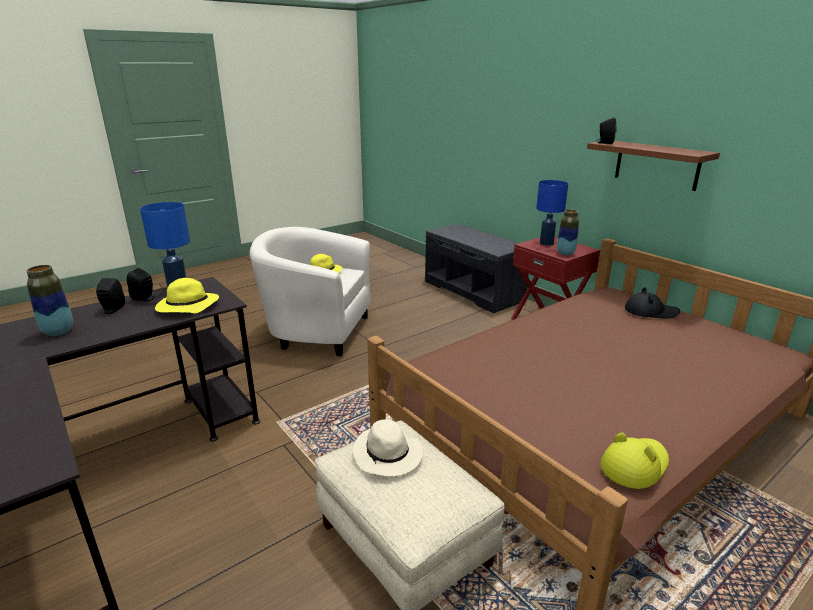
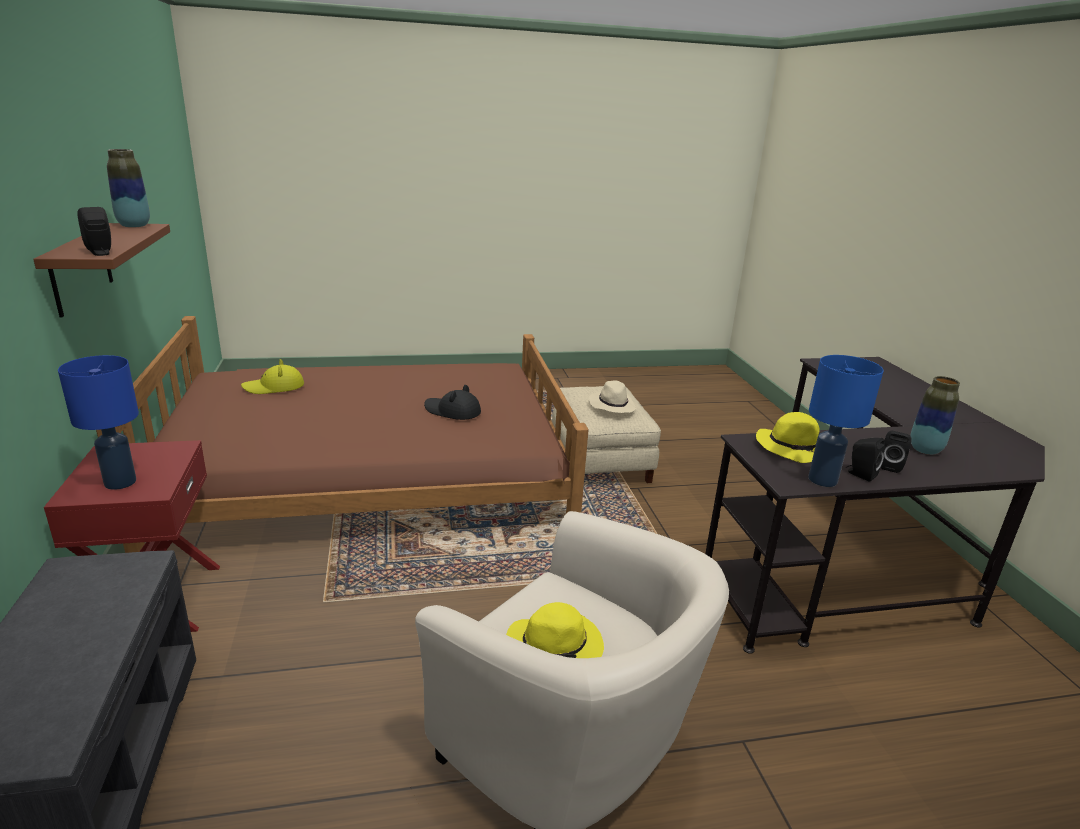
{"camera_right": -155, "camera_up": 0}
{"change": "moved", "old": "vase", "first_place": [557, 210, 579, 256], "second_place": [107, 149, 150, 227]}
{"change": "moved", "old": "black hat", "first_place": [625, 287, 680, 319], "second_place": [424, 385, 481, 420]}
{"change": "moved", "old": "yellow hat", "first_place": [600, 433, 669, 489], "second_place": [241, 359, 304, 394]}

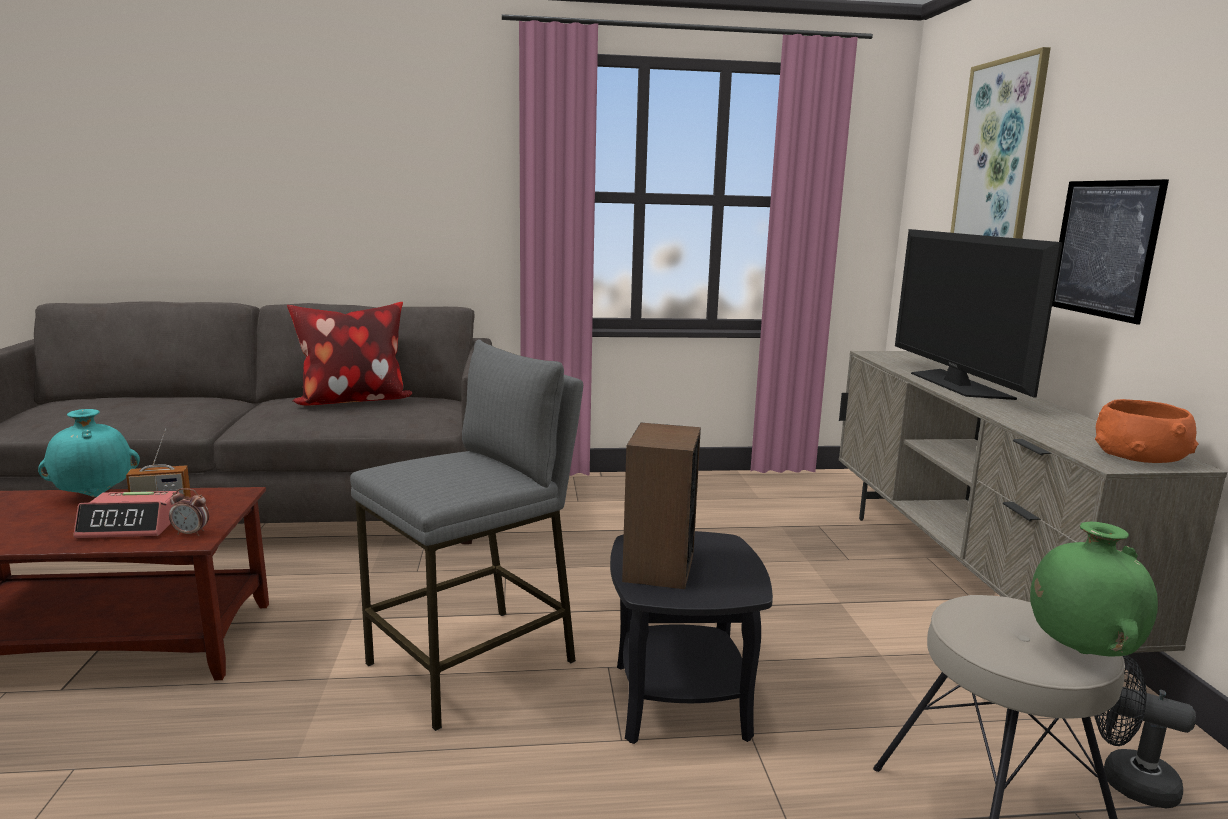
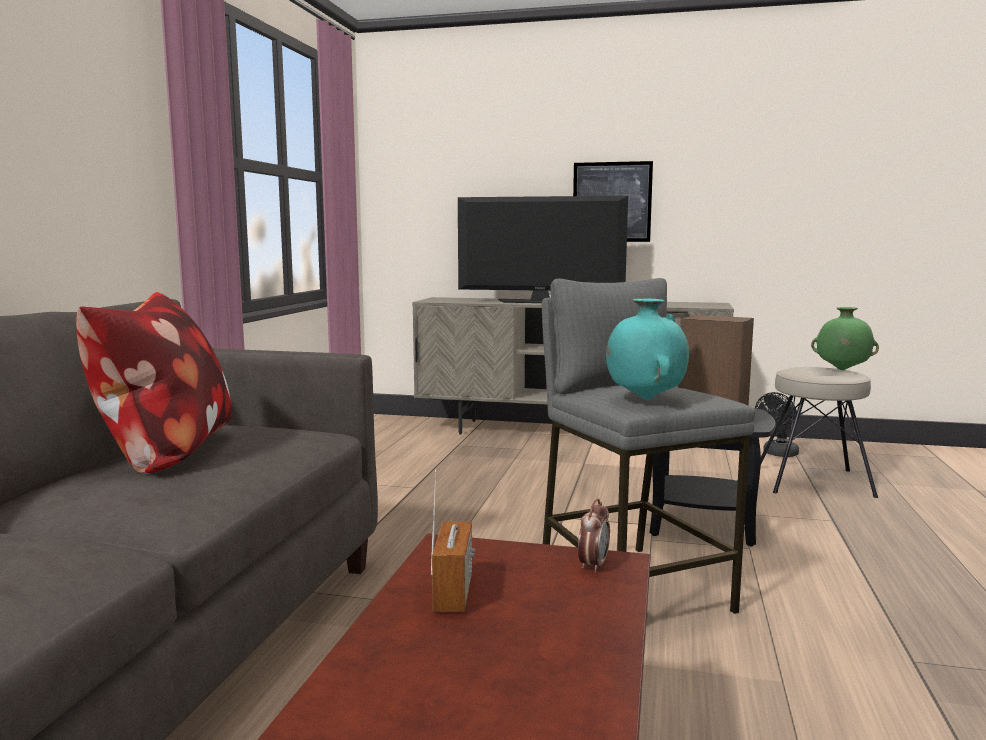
{"camera_right": -70, "camera_up": -5}
{"change": "removed", "old": "picture", "first_place": [950, 47, 1051, 239]}
{"change": "removed", "old": "orange bowl", "first_place": [1095, 399, 1199, 463]}
{"change": "moved", "old": "turquoise vase", "first_place": [38, 409, 140, 497], "second_place": [606, 298, 689, 400]}
{"change": "removed", "old": "alarm clock", "first_place": [74, 491, 179, 538]}

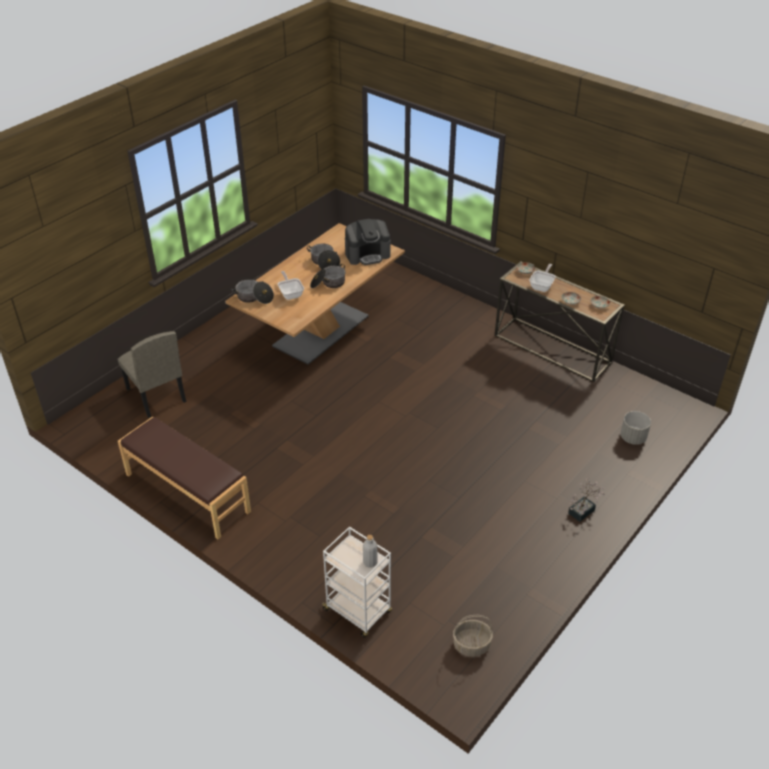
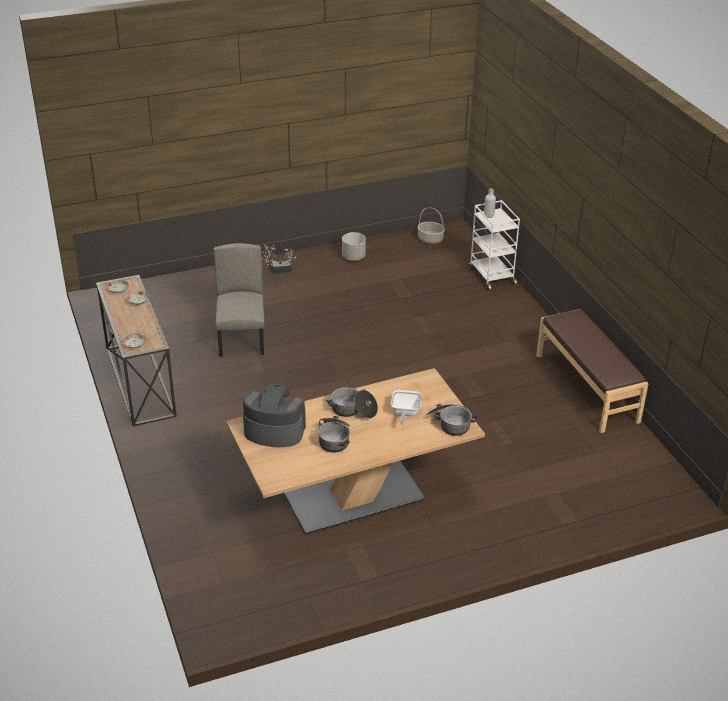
{"camera_right": -150, "camera_up": -5}
{"change": "removed", "old": "frying pan", "first_place": [529, 264, 556, 292]}
{"change": "moved", "old": "beige chair", "first_place": [117, 331, 187, 418], "second_place": [213, 243, 264, 357]}
{"change": "moved", "old": "grey planter", "first_place": [621, 411, 651, 445], "second_place": [342, 232, 366, 261]}

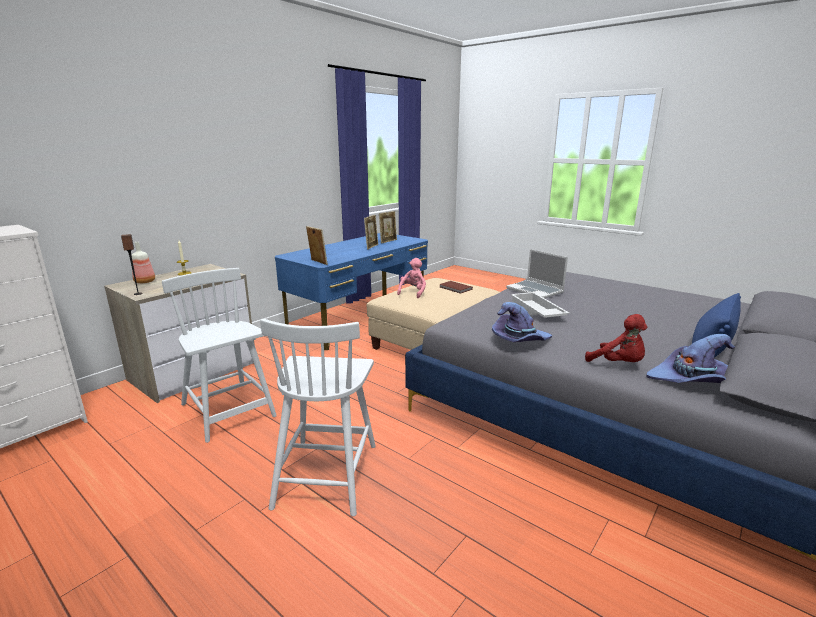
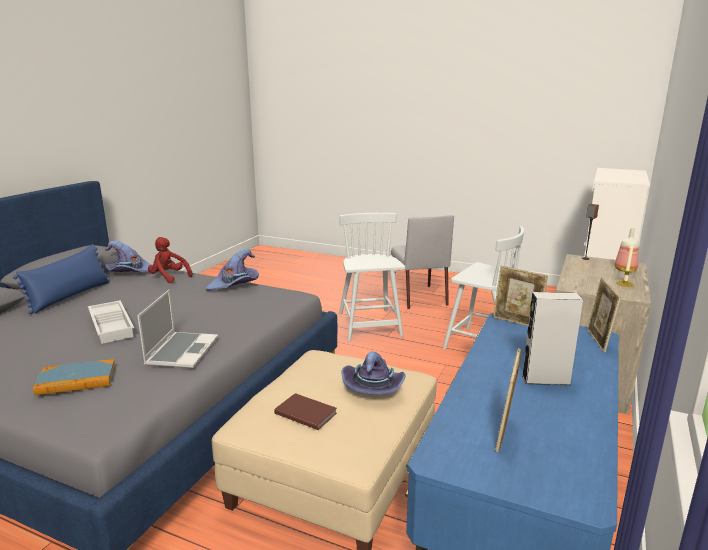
{"camera_right": 165, "camera_up": 0}
{"change": "moved", "old": "picture frame", "first_place": [364, 215, 378, 250], "second_place": [587, 277, 621, 352]}
{"change": "turned", "old": "laptop", "first_place": [506, 249, 568, 298], "second_place": [137, 289, 218, 368], "degrees": 60}
{"change": "replaced", "old": "pink plush toy", "new": "purple hat", "first_place": [397, 258, 426, 298], "second_place": [341, 351, 406, 395]}
{"change": "moved", "old": "white tray", "first_place": [511, 292, 569, 318], "second_place": [88, 301, 134, 344]}
{"change": "added", "new": "grey chair", "second_place": [391, 215, 454, 309]}
{"change": "added", "new": "grey speaker", "second_place": [522, 292, 583, 385]}
{"change": "added", "new": "book", "second_place": [33, 359, 116, 395]}

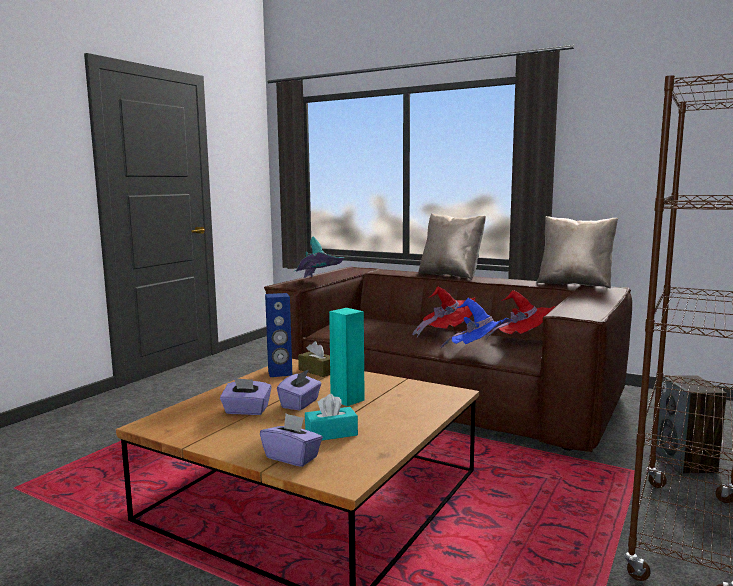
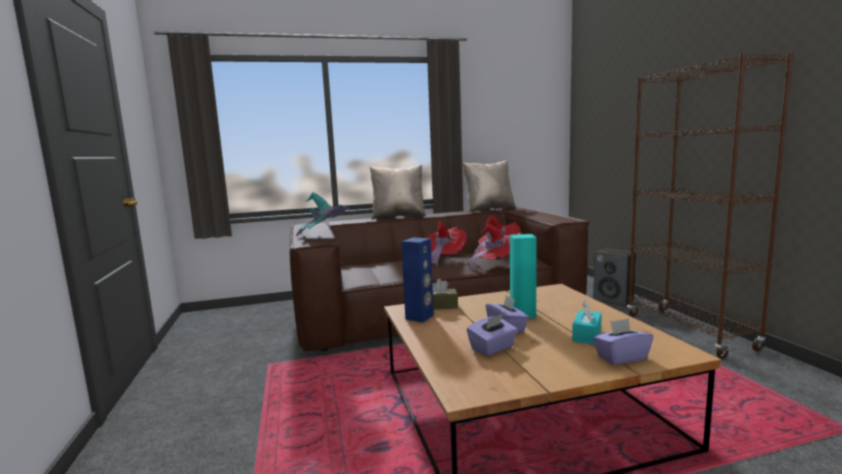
{"camera_right": -45, "camera_up": 0}
{"change": "recoloured", "old": "blue hat", "new": "red hat", "first_place": [440, 298, 513, 348], "second_place": [467, 223, 521, 267]}

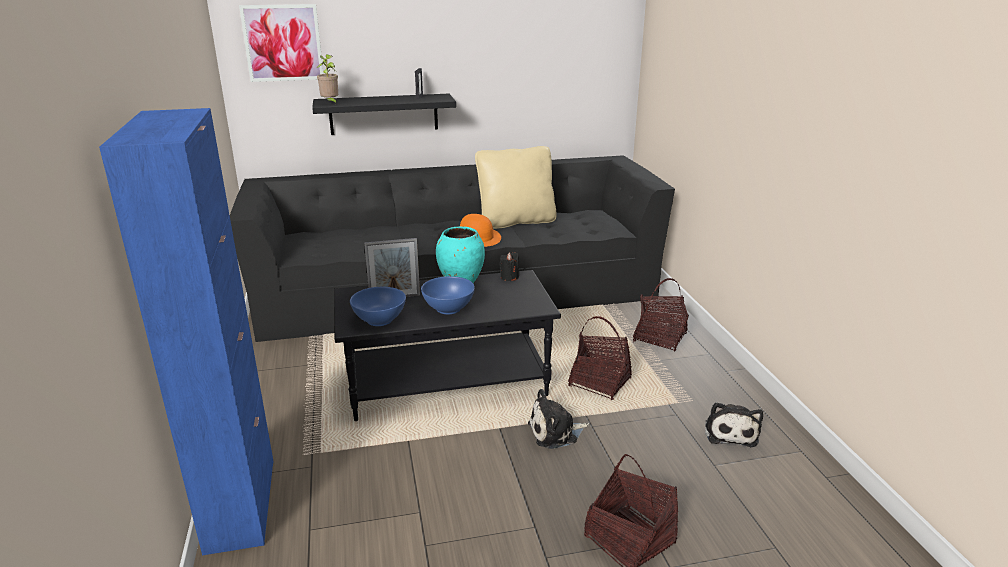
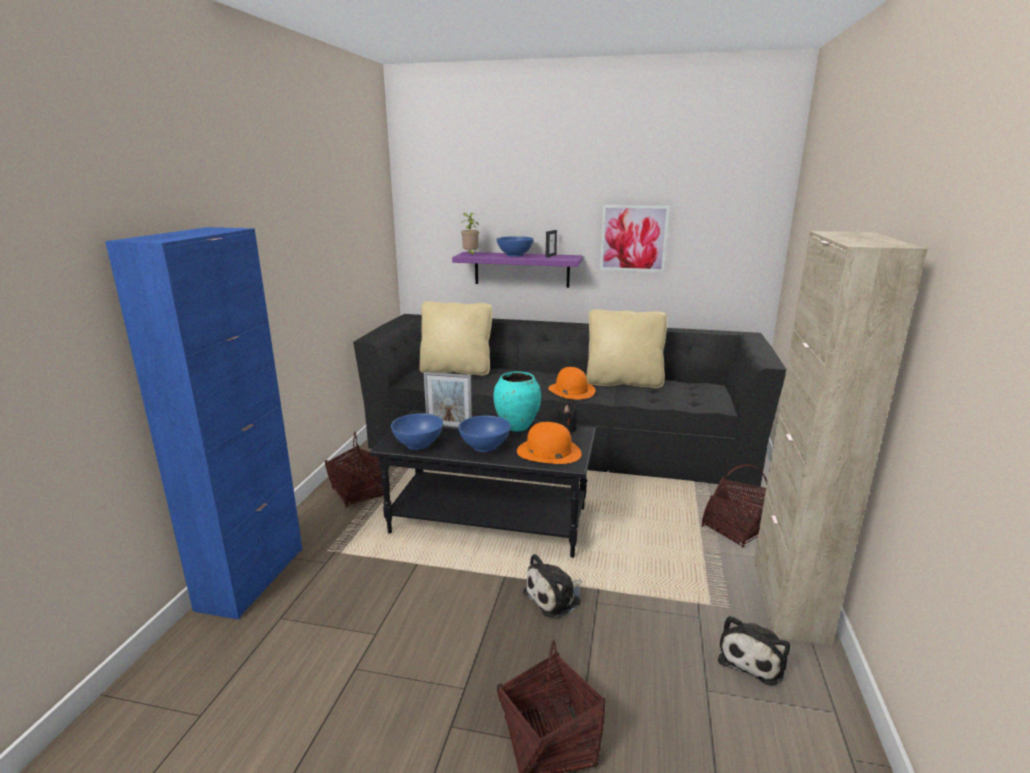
{"camera_right": 25, "camera_up": -5}
{"change": "moved", "old": "picture", "first_place": [239, 4, 324, 82], "second_place": [600, 205, 670, 272]}
{"change": "recoloured", "old": "black shelf", "new": "purple shelf", "first_place": [312, 94, 456, 135], "second_place": [452, 252, 583, 288]}
{"change": "moved", "old": "basket", "first_place": [568, 316, 632, 400], "second_place": [325, 431, 389, 507]}
{"change": "turned", "old": "plush toy", "first_place": [528, 389, 589, 449], "second_place": [523, 554, 582, 618], "degrees": -45}
{"change": "added", "new": "beige cabinet", "second_place": [754, 231, 928, 646]}
{"change": "added", "new": "blue bowl", "second_place": [496, 236, 534, 257]}
{"change": "added", "new": "beige pillow", "second_place": [419, 301, 492, 376]}
{"change": "added", "new": "orange hat", "second_place": [517, 422, 582, 464]}

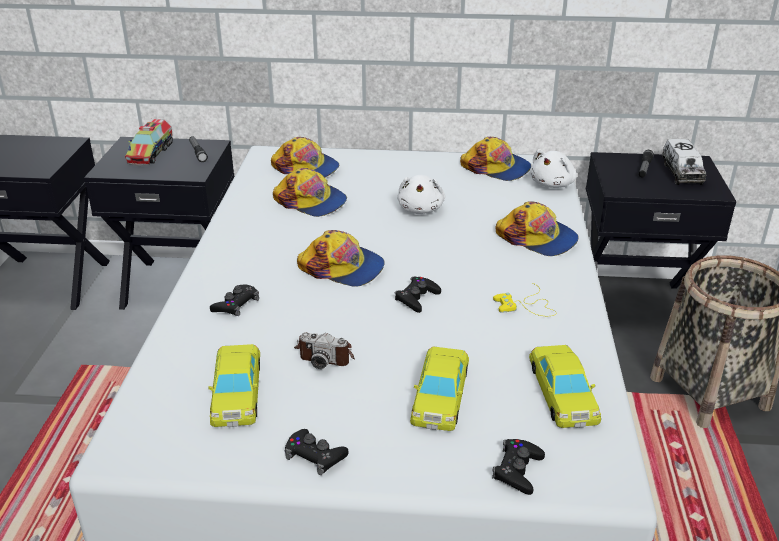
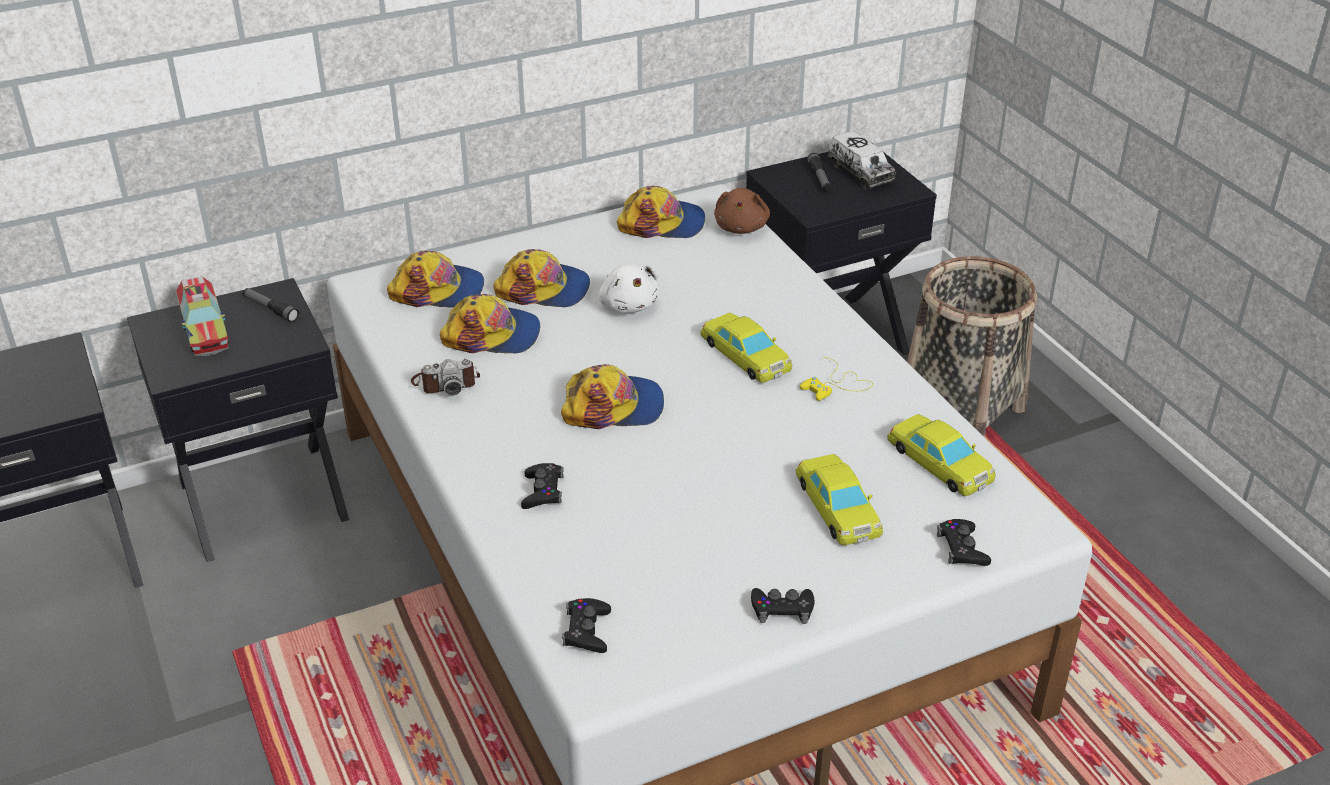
{"camera_right": -30, "camera_up": 5}
{"change": "recoloured", "old": "white plush toy", "new": "brown plush toy", "first_place": [530, 149, 577, 188], "second_place": [714, 188, 770, 234]}
{"change": "moved", "old": "cap", "first_place": [496, 201, 579, 256], "second_place": [493, 249, 590, 307]}
{"change": "moved", "old": "black game controller", "first_place": [395, 276, 441, 313], "second_place": [562, 598, 611, 653]}
{"change": "moved", "old": "photo camera", "first_place": [294, 332, 355, 369], "second_place": [411, 359, 480, 395]}
{"change": "moved", "old": "yellow toy car", "first_place": [208, 344, 260, 427], "second_place": [700, 312, 792, 383]}

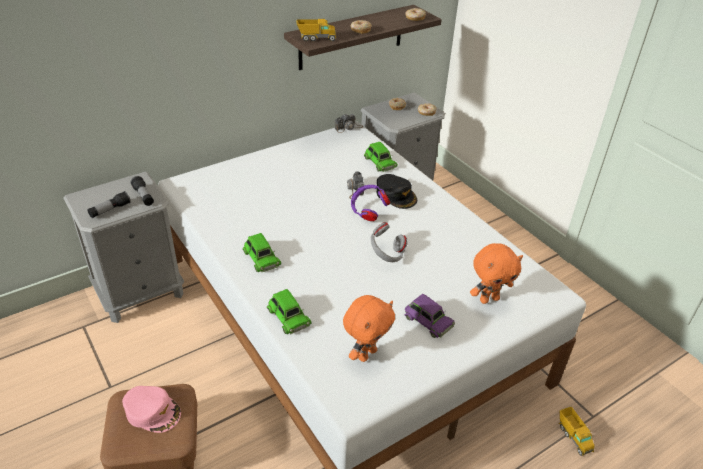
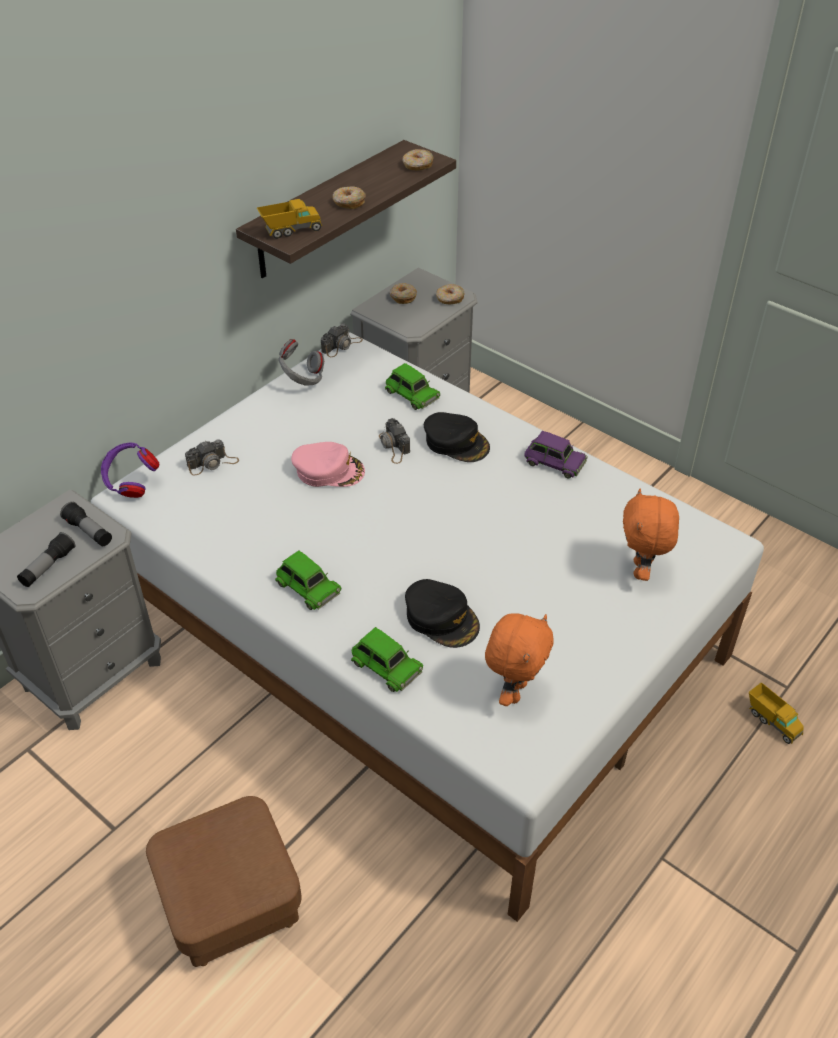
{"camera_right": -15, "camera_up": 5}
{"change": "moved", "old": "purple headphones", "first_place": [351, 185, 390, 221], "second_place": [101, 443, 160, 498]}
{"change": "moved", "old": "grey headphones", "first_place": [371, 222, 408, 262], "second_place": [279, 339, 324, 386]}
{"change": "turned", "old": "orange plush toy", "first_place": [470, 243, 523, 304], "second_place": [623, 489, 679, 581], "degrees": 135}
{"change": "moved", "old": "purple toy car", "first_place": [405, 294, 455, 338], "second_place": [524, 431, 588, 479]}
{"change": "moved", "old": "pink cap", "first_place": [122, 386, 181, 433], "second_place": [291, 442, 365, 487]}
{"change": "added", "new": "photo camera", "second_place": [185, 440, 239, 476]}
{"change": "added", "new": "black cap", "second_place": [405, 579, 480, 648]}

